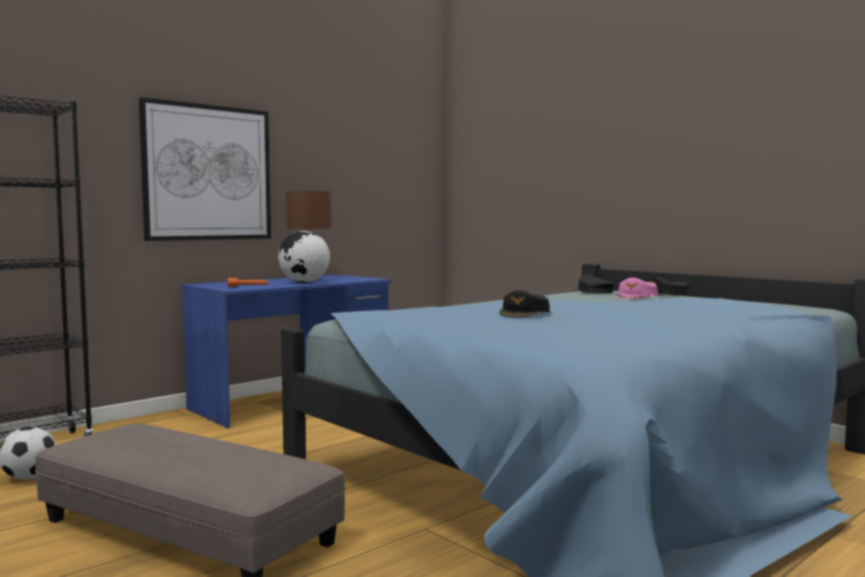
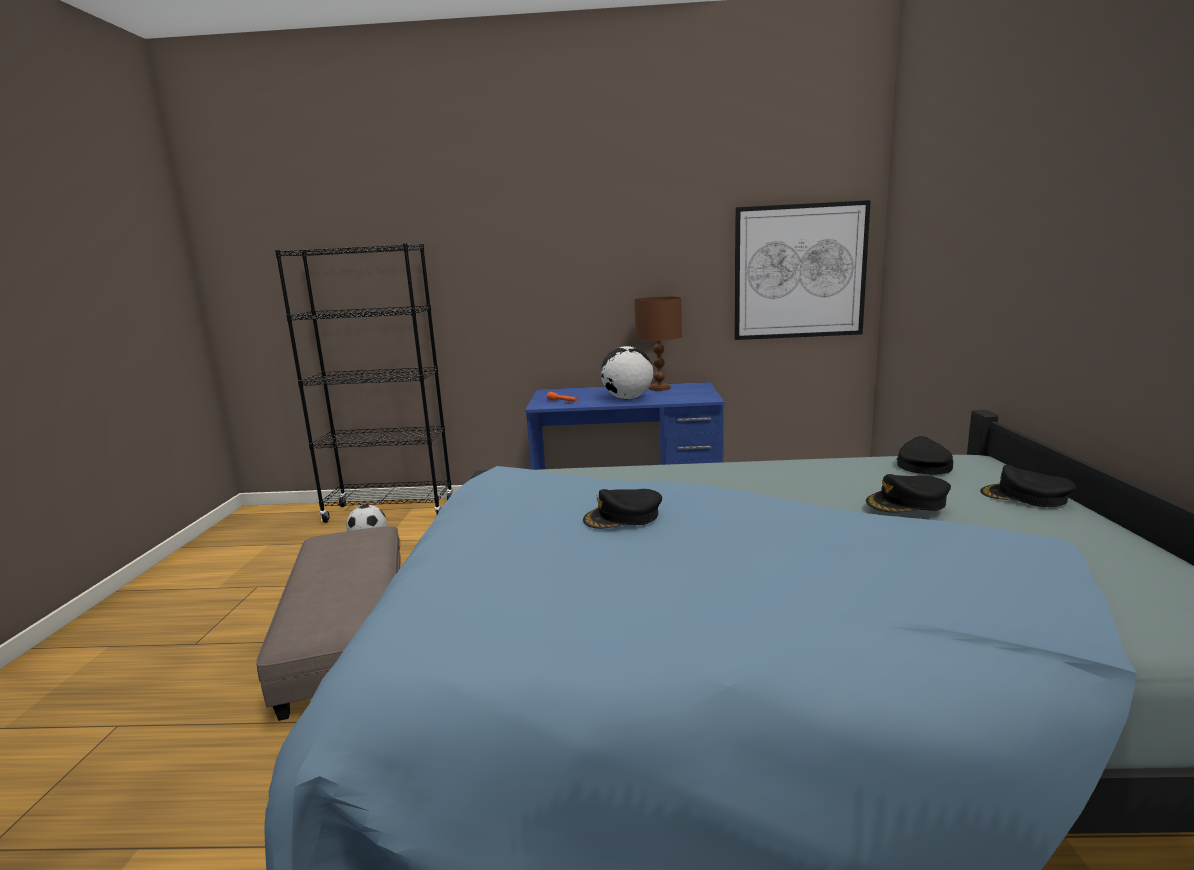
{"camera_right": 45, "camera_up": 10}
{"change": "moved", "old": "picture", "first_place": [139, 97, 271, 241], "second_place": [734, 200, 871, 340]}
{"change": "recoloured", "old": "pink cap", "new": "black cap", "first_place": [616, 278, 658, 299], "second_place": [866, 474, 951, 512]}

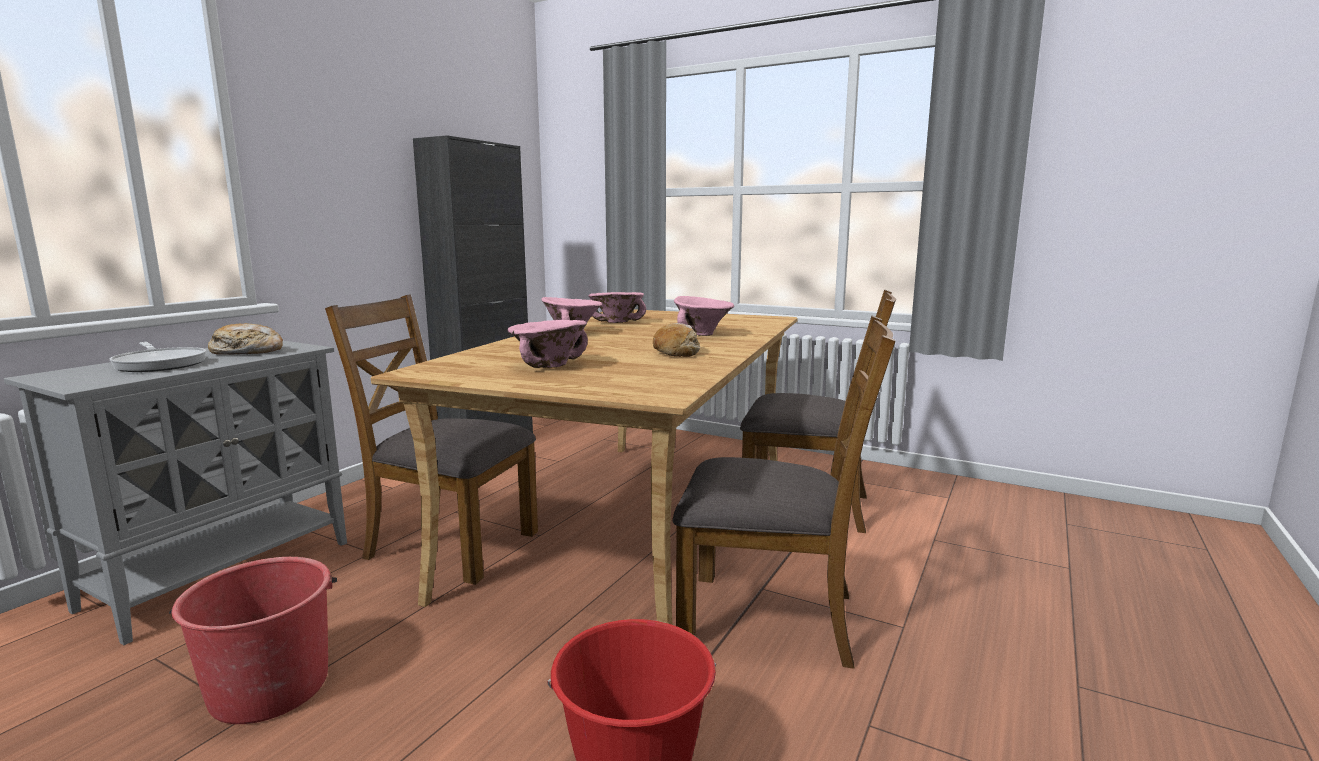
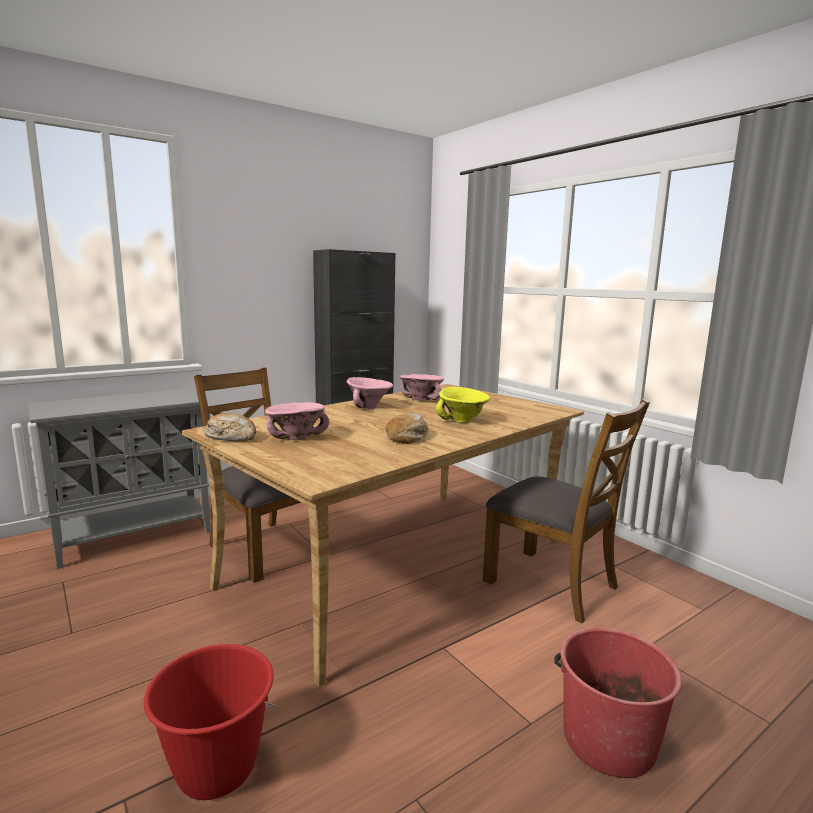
{"camera_right": 25, "camera_up": 0}
{"change": "recoloured", "old": "pink bowl", "new": "yellow bowl", "first_place": [674, 296, 734, 336], "second_place": [436, 387, 490, 423]}
{"change": "removed", "old": "brown chair", "first_place": [672, 316, 895, 669]}
{"change": "moved", "old": "bread", "first_place": [208, 323, 283, 355], "second_place": [204, 413, 256, 441]}
{"change": "removed", "old": "frying pan", "first_place": [110, 342, 206, 372]}
{"change": "moved", "old": "red bucket", "first_place": [169, 557, 337, 724], "second_place": [554, 627, 682, 778]}

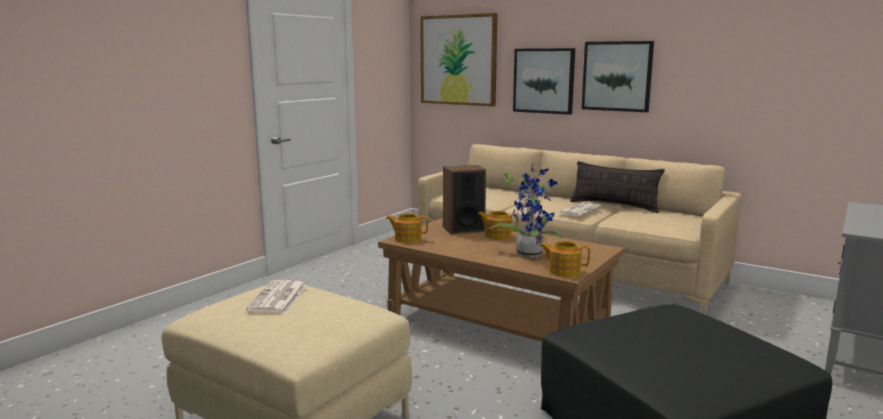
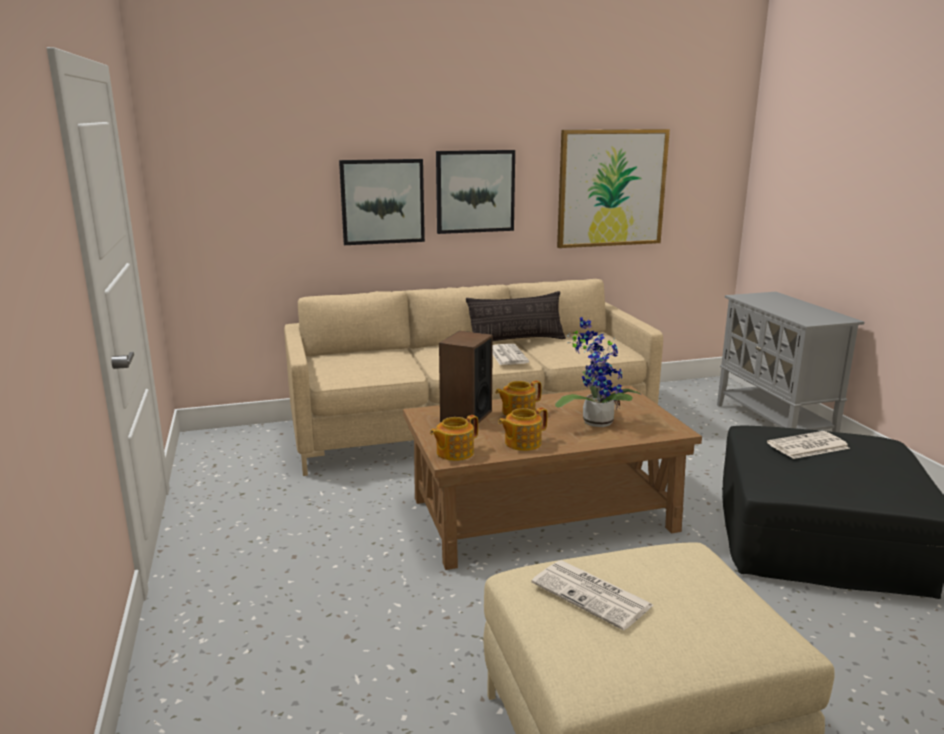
{"camera_right": -50, "camera_up": 5}
{"change": "moved", "old": "picture", "first_place": [420, 13, 497, 106], "second_place": [557, 129, 670, 248]}
{"change": "moved", "old": "teapot", "first_place": [539, 241, 590, 277], "second_place": [498, 407, 547, 451]}
{"change": "added", "new": "newspaper", "second_place": [767, 431, 850, 459]}

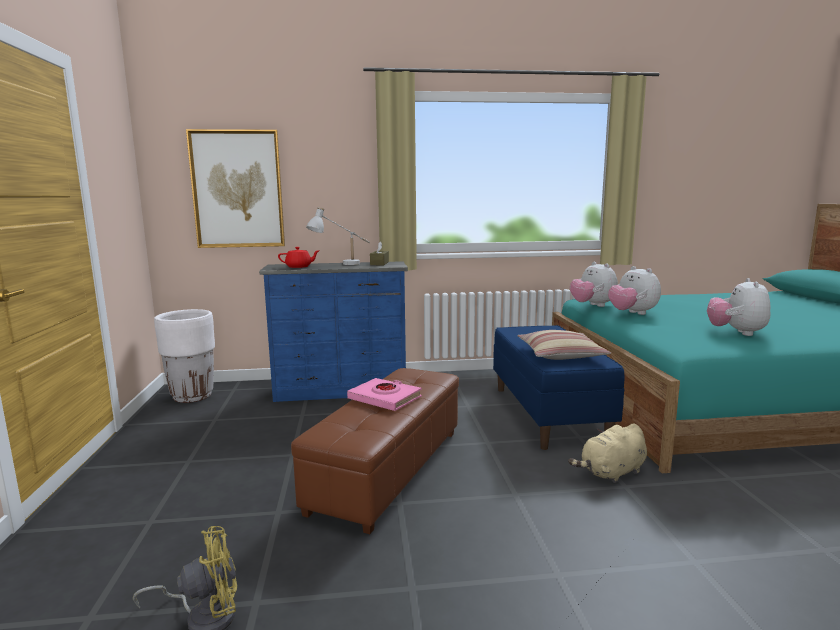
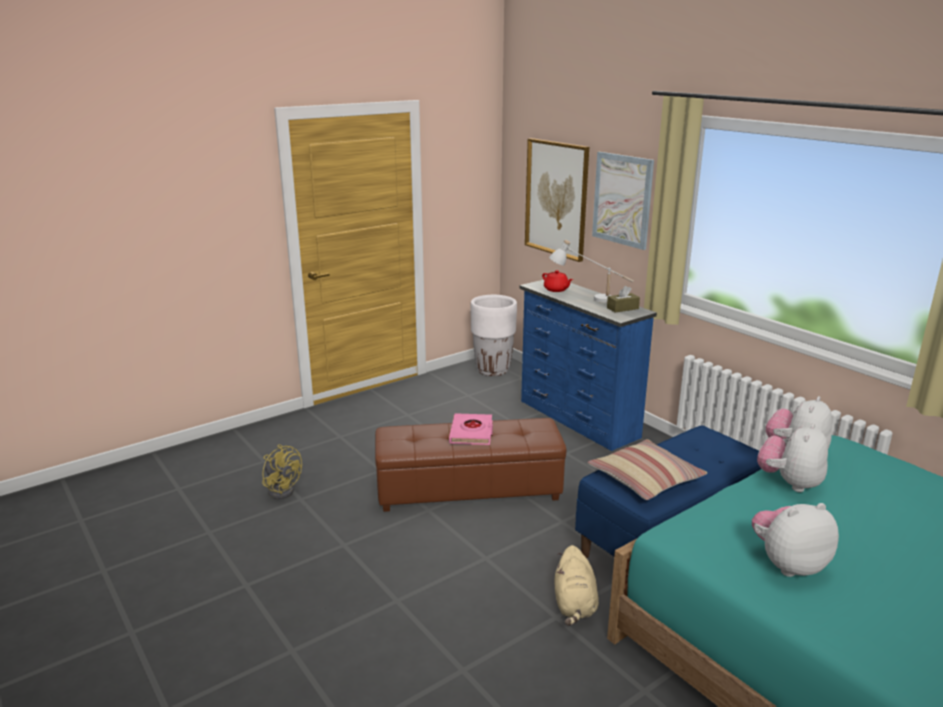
{"camera_right": 60, "camera_up": 10}
{"change": "turned", "old": "beige plush toy", "first_place": [568, 423, 647, 483], "second_place": [555, 545, 599, 626], "degrees": -120}
{"change": "added", "new": "picture", "second_place": [592, 152, 654, 250]}

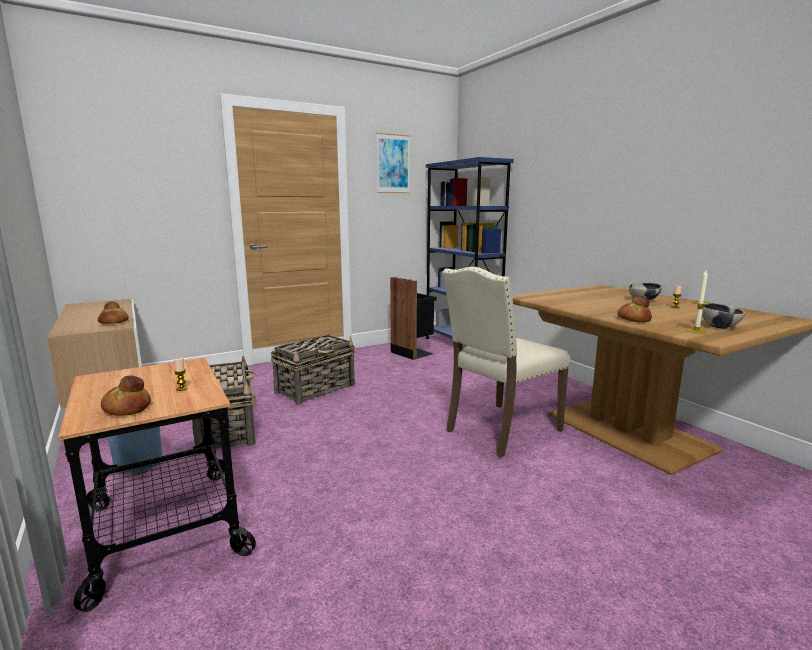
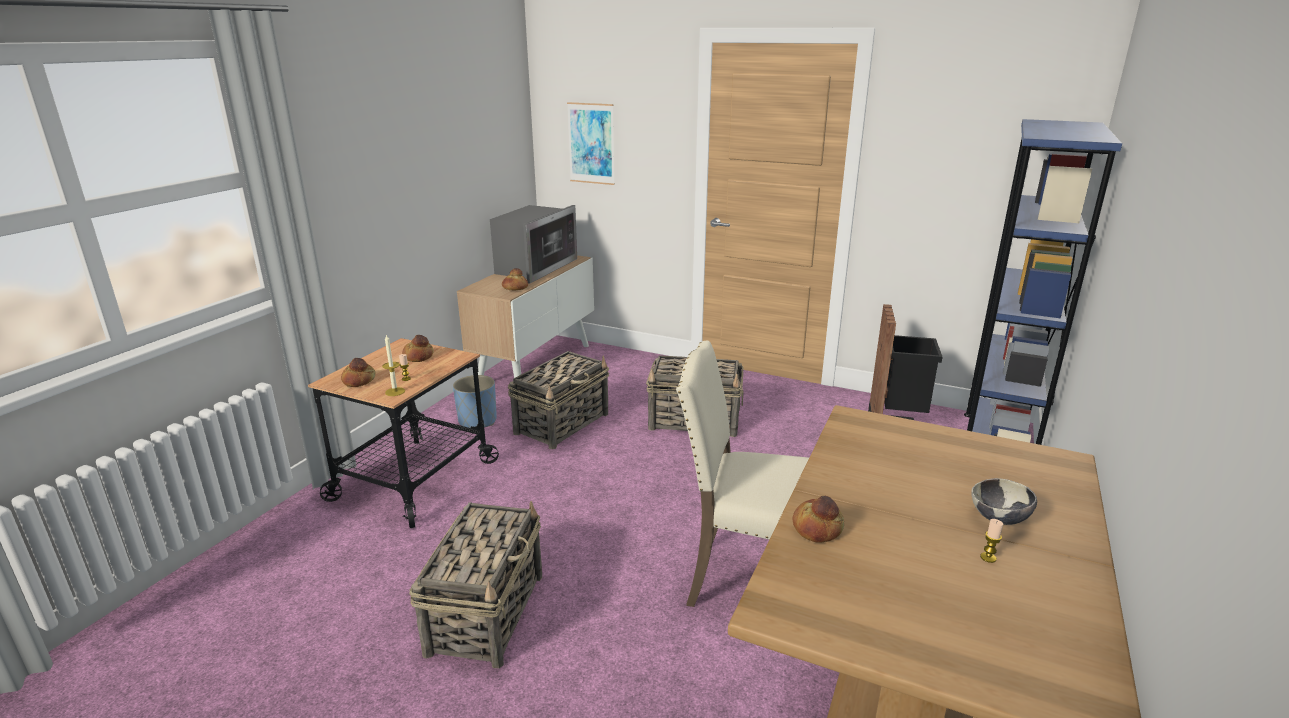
{"camera_right": 55, "camera_up": 10}
{"change": "moved", "old": "picture", "first_place": [376, 133, 410, 193], "second_place": [567, 102, 615, 185]}
{"change": "moved", "old": "candle", "first_place": [686, 271, 711, 334], "second_place": [382, 335, 405, 396]}
{"change": "removed", "old": "bowl", "first_place": [702, 303, 746, 329]}
{"change": "added", "new": "microwave", "second_place": [490, 205, 577, 284]}
{"change": "added", "new": "bread", "second_place": [402, 335, 434, 362]}
{"change": "added", "new": "basket", "second_place": [409, 501, 542, 668]}

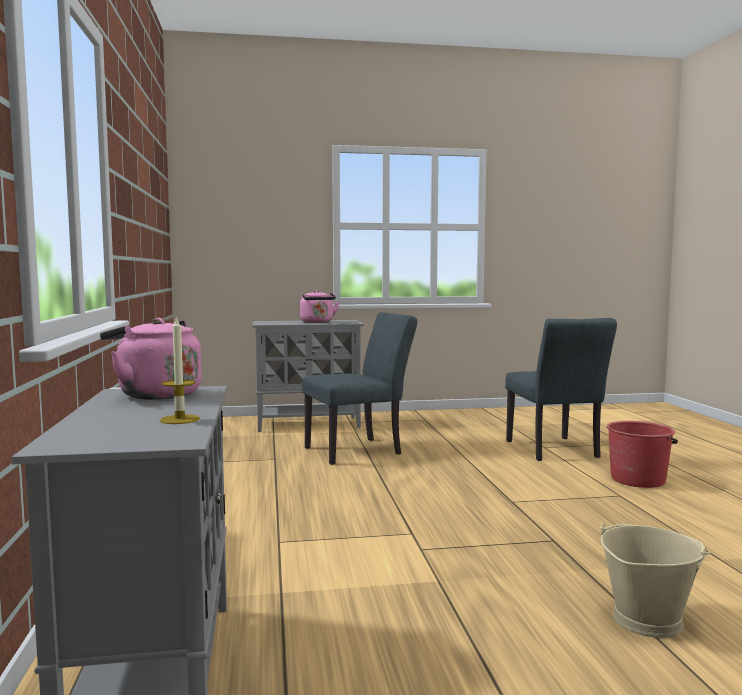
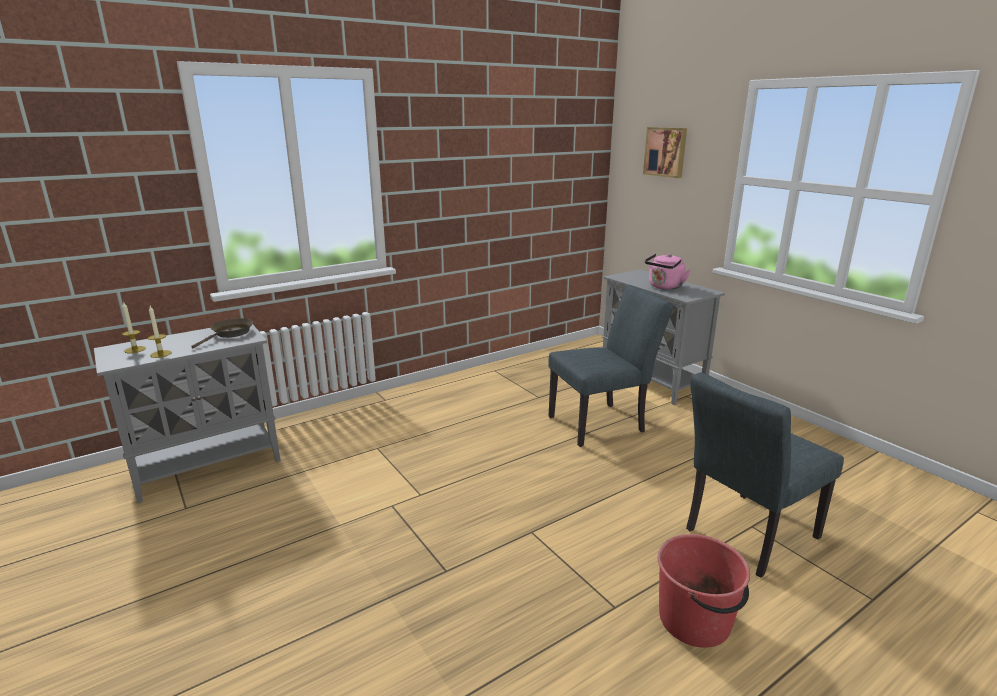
{"camera_right": 65, "camera_up": 15}
{"change": "turned", "old": "grey chair", "first_place": [302, 312, 418, 465], "second_place": [548, 285, 673, 447], "degrees": -60}
{"change": "replaced", "old": "pink kettle", "new": "brown frying pan", "first_place": [100, 318, 202, 400], "second_place": [191, 318, 253, 348]}
{"change": "removed", "old": "beige bucket", "first_place": [599, 523, 711, 638]}
{"change": "added", "new": "picture", "second_place": [643, 127, 687, 178]}
{"change": "added", "new": "candle", "second_place": [122, 301, 146, 353]}

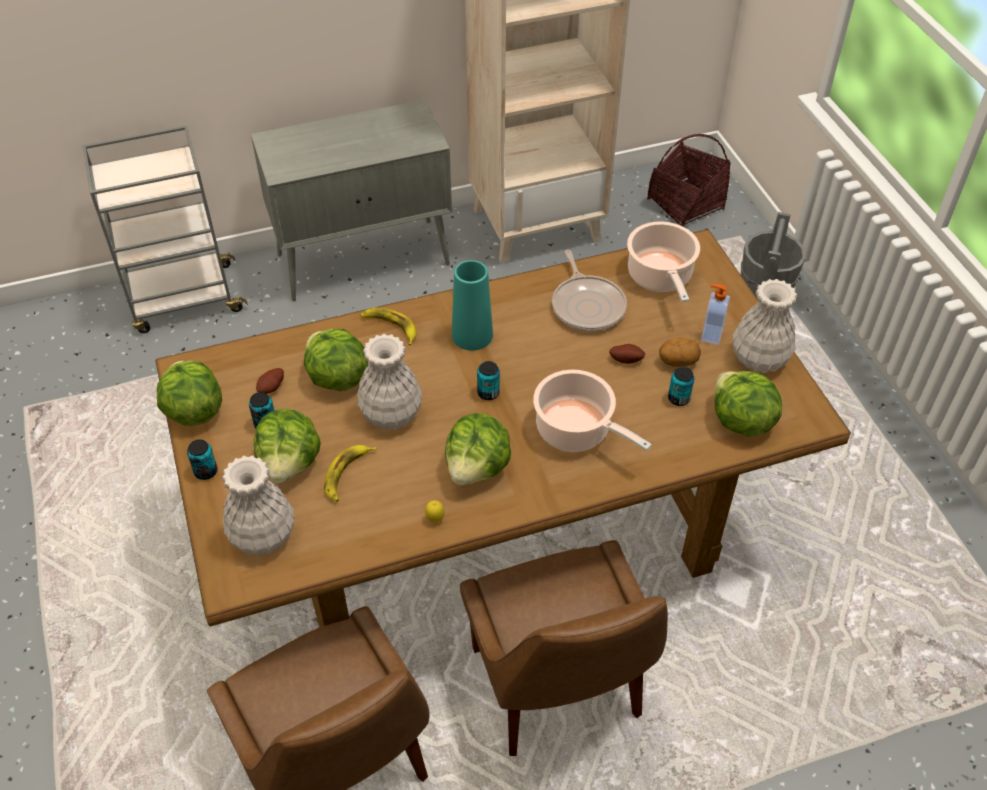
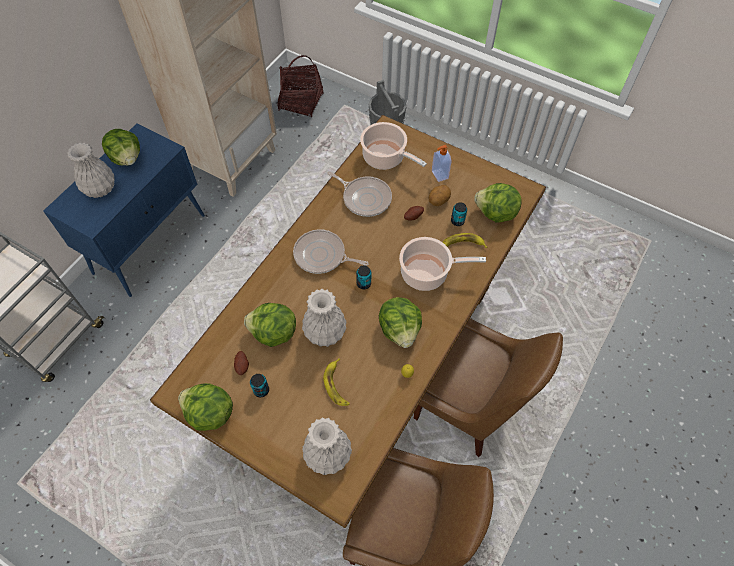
{"camera_right": -40, "camera_up": 10}
{"change": "recoloured", "old": "grey cabinet", "new": "blue cabinet", "first_place": [251, 100, 452, 301], "second_place": [43, 123, 205, 297]}
{"change": "replaced", "old": "turquoise vase", "new": "frying pan", "first_place": [452, 260, 493, 351], "second_place": [293, 229, 368, 274]}
{"change": "moved", "old": "white vase", "first_place": [733, 279, 797, 373], "second_place": [67, 142, 114, 198]}
{"change": "moved", "old": "banana", "first_place": [360, 307, 417, 346], "second_place": [443, 233, 487, 248]}
{"change": "moved", "old": "lettuce", "first_place": [254, 409, 321, 483], "second_place": [102, 129, 140, 165]}
{"change": "removed", "old": "can", "first_place": [187, 439, 218, 480]}

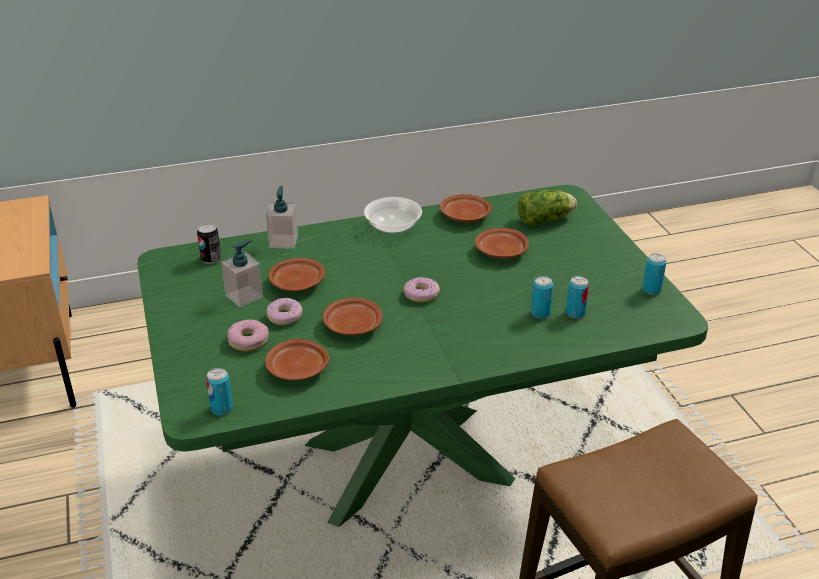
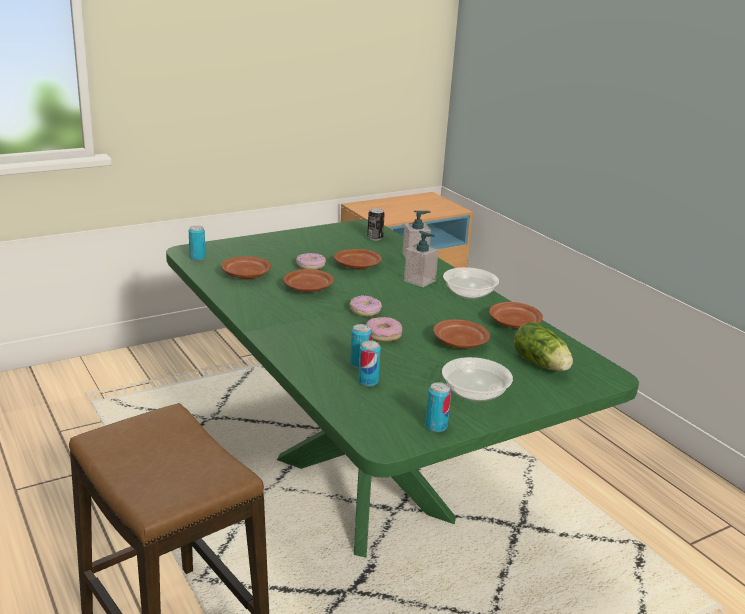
{"camera_right": 75, "camera_up": -10}
{"change": "moved", "old": "soap dispenser", "first_place": [221, 239, 263, 308], "second_place": [404, 231, 439, 287]}
{"change": "moved", "old": "donut", "first_place": [227, 319, 269, 351], "second_place": [366, 317, 402, 342]}
{"change": "added", "new": "bowl", "second_place": [442, 357, 513, 402]}

